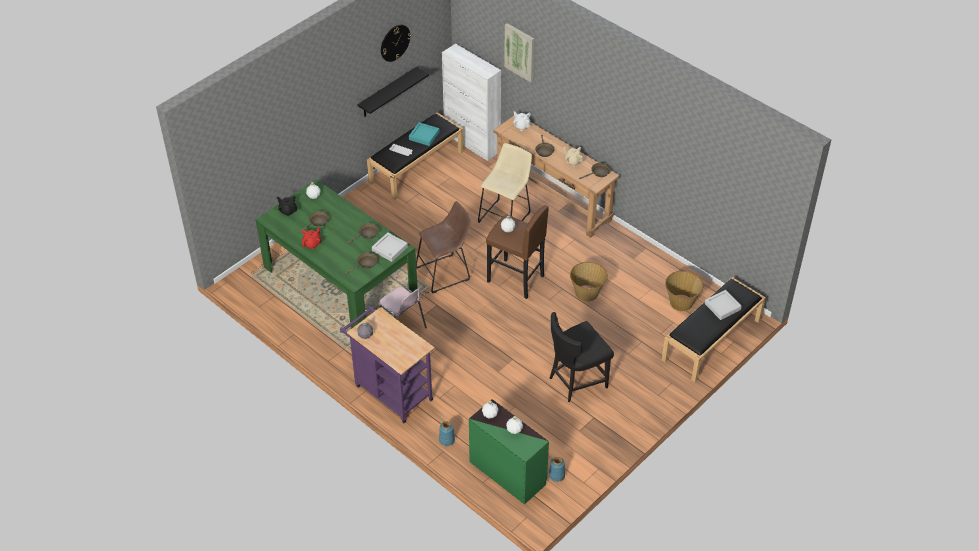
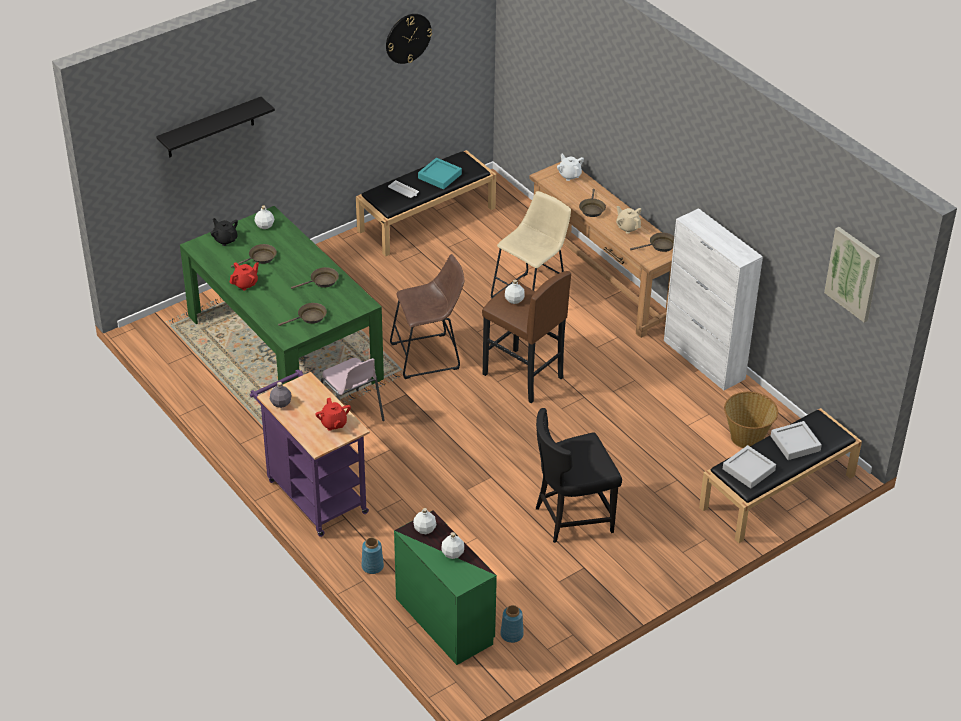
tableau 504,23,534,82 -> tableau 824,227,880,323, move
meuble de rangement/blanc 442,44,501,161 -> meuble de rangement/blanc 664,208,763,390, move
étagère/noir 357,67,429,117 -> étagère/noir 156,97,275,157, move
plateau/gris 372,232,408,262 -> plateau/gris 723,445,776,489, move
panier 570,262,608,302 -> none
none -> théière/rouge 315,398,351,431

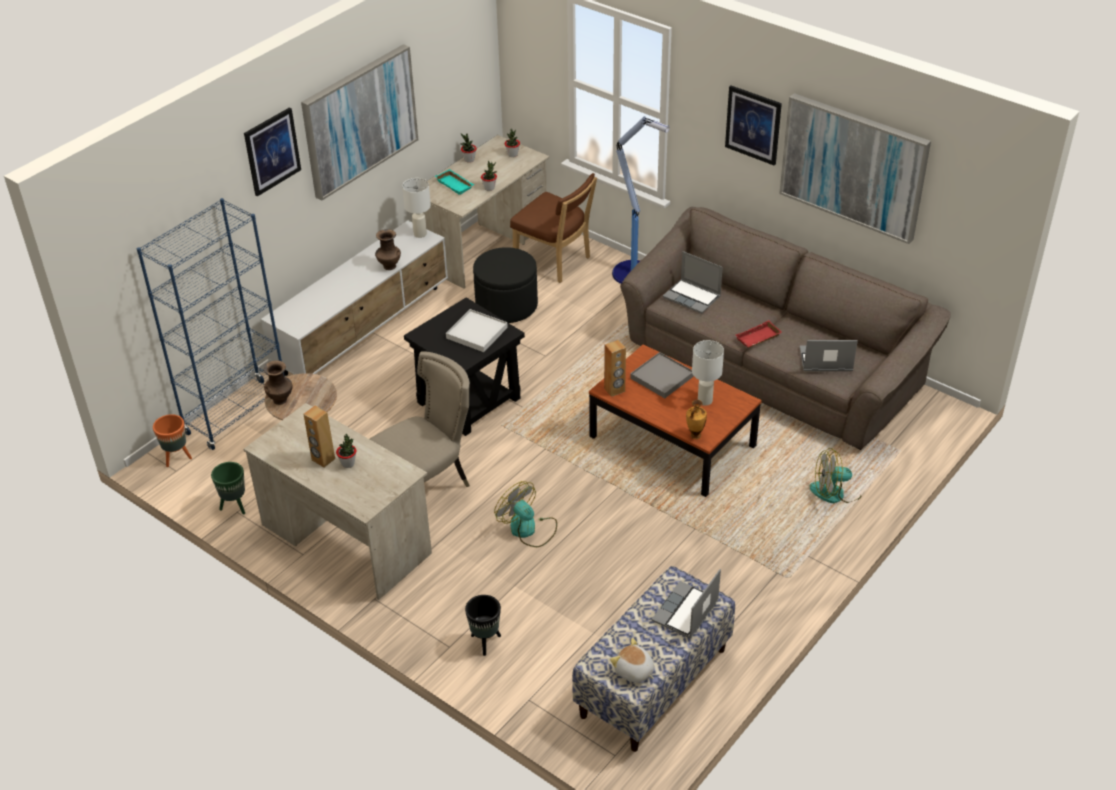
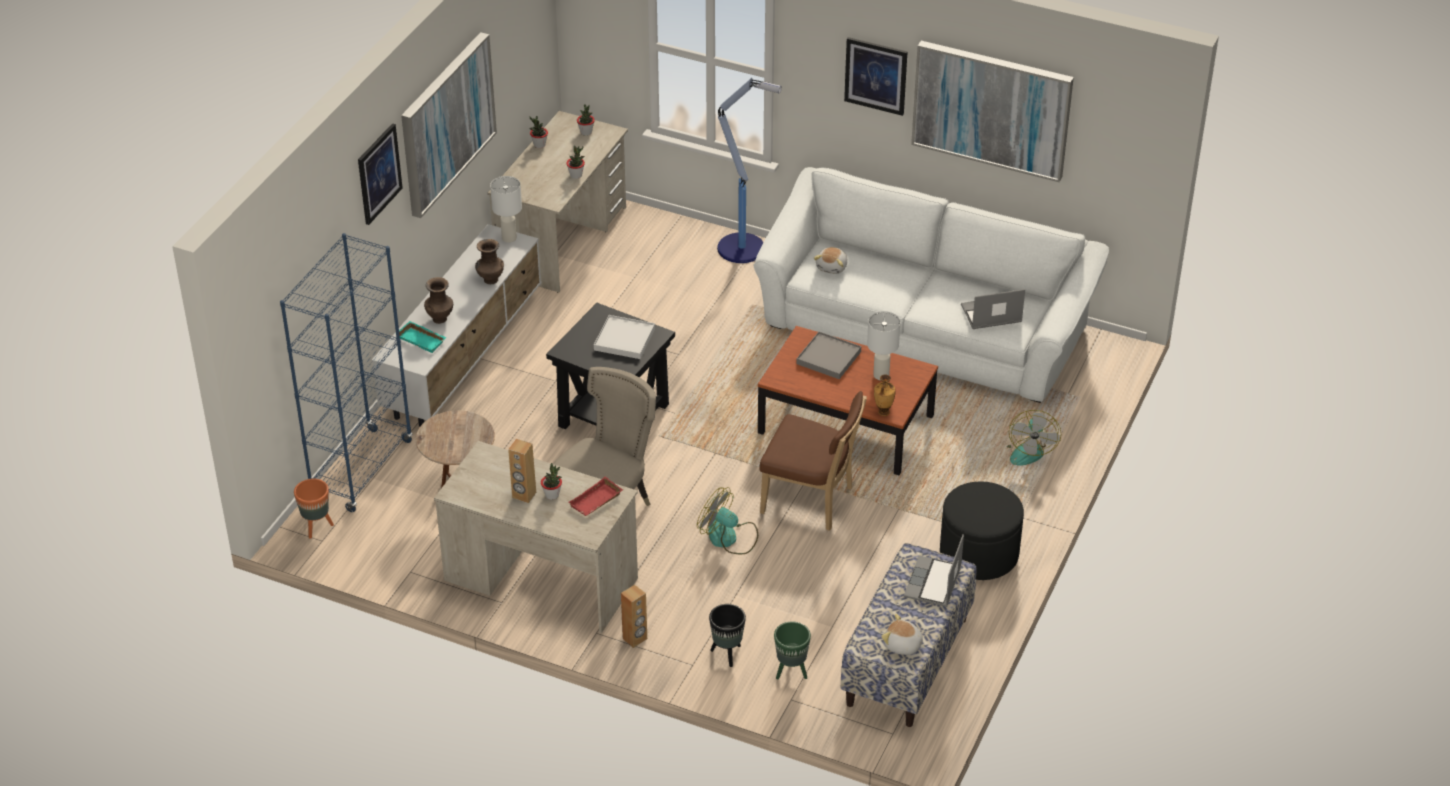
plateau/turquoise 435,169,474,195 -> plateau/turquoise 399,321,447,353, move
chaise/marron 510,173,597,283 -> chaise/marron 759,391,867,531, move
canapé/marron 620,207,951,450 -> canapé/blanc 754,167,1109,403
pouf/noir 473,247,538,323 -> pouf/noir 940,481,1024,580, move
ordinateur portable 663,251,723,314 -> peluche 814,247,848,274
plateau/rouge 736,320,782,348 -> plateau/rouge 568,477,623,516, move
enceinte/marron 604,340,626,397 -> enceinte/marron 621,584,647,648, move
vase/marron 264,361,292,405 -> vase/marron 424,277,453,324, move
ventilateur 810,448,862,503 -> ventilateur 1007,410,1061,466, 60 degrees counterclockwise
cache-pot/vert 211,462,245,514 -> cache-pot/vert 774,621,811,679, move

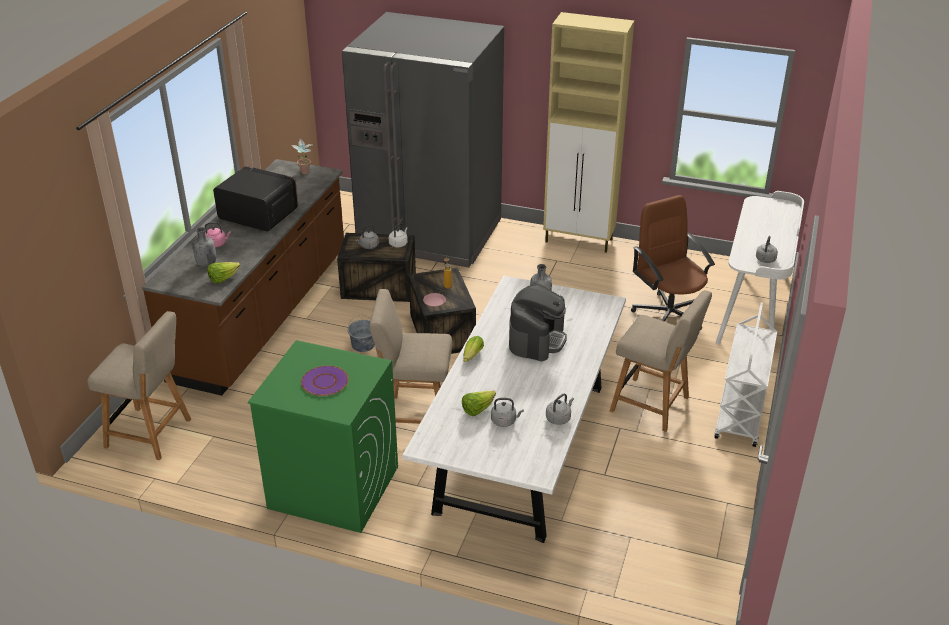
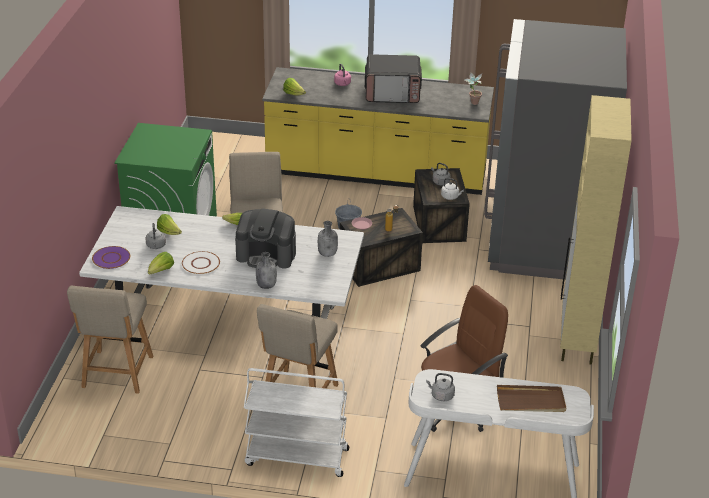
comptoir de cuisine/marron 142,159,344,396 -> comptoir de cuisine/jaune 262,67,494,195
micro-ondes 213,166,298,231 -> micro-ondes 365,54,422,103, 75 degrees clockwise
bouteille/gris 193,227,216,266 -> bouteille/gris 256,252,277,289, move
chaise/beige 87,311,191,460 -> chaise/beige 67,286,153,394, move
assiette/violet 301,366,349,396 -> assiette/violet 92,246,130,269, move
bouilloire/gris 546,394,574,425 -> laitue 148,252,174,275
none -> assiette/blanc 182,251,220,274
none -> plateau/marron 497,385,566,412

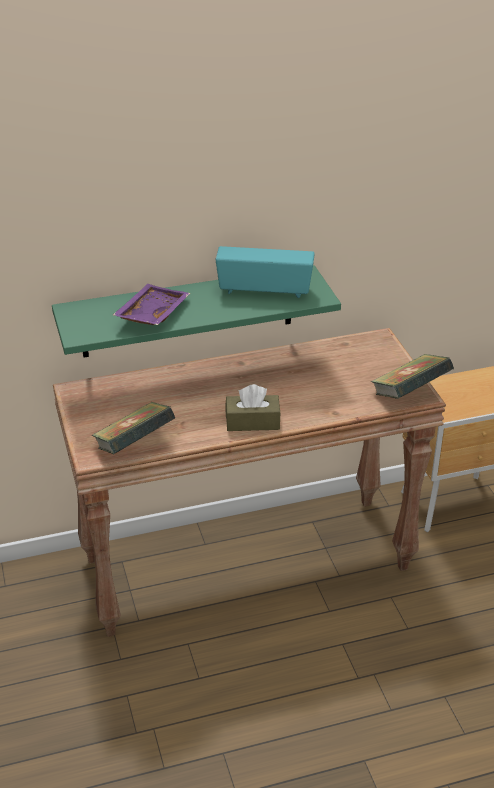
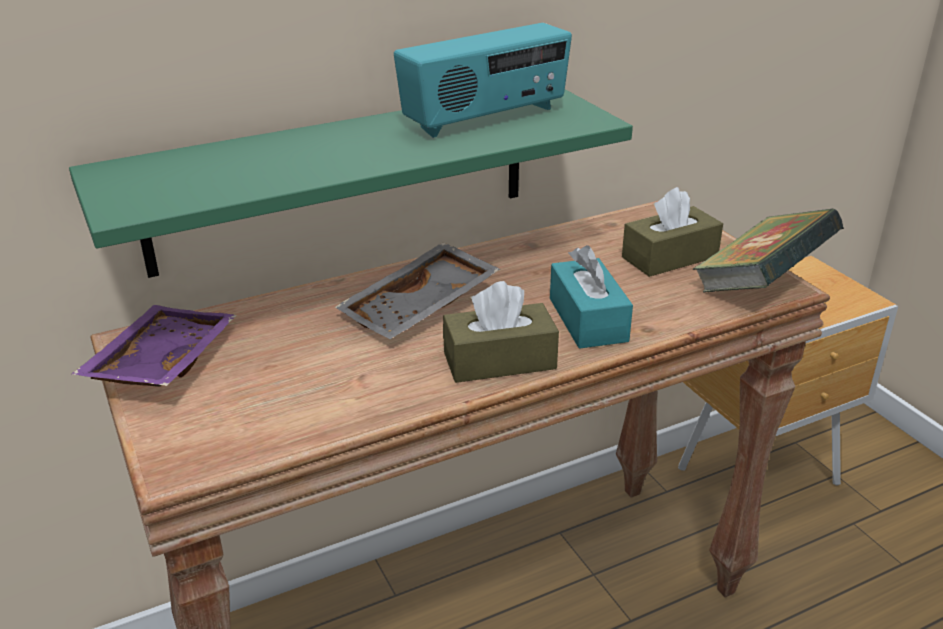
radio 215,246,315,298 -> radio 394,23,572,138, 150 degrees clockwise
plateau/violet 113,284,190,325 -> plateau/violet 71,305,237,387, move
livre 92,402,176,455 -> none
none -> boîte à mouchoirs/marron 622,187,723,277
none -> plateau/gris 335,242,500,339
none -> boîte à mouchoirs/turquoise 550,245,633,349

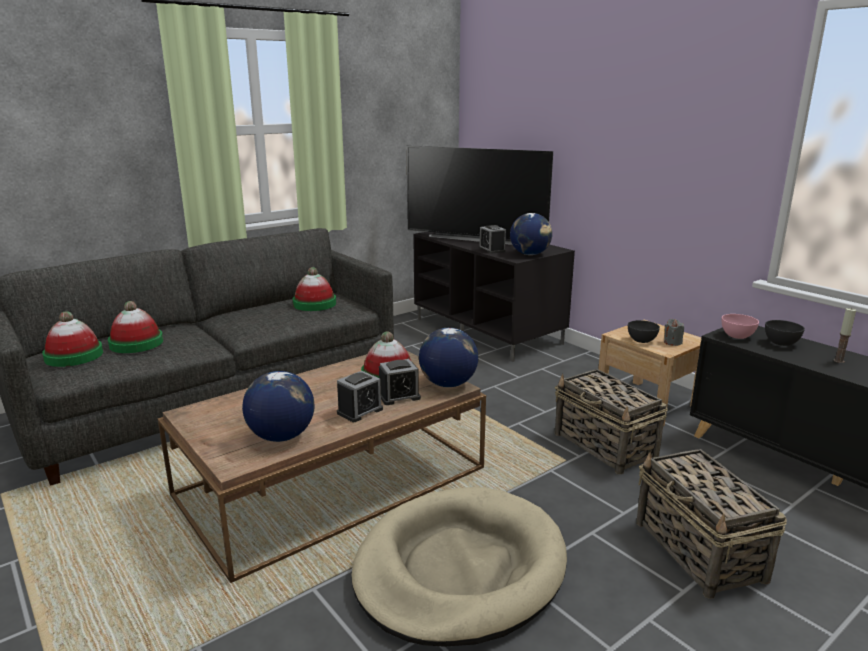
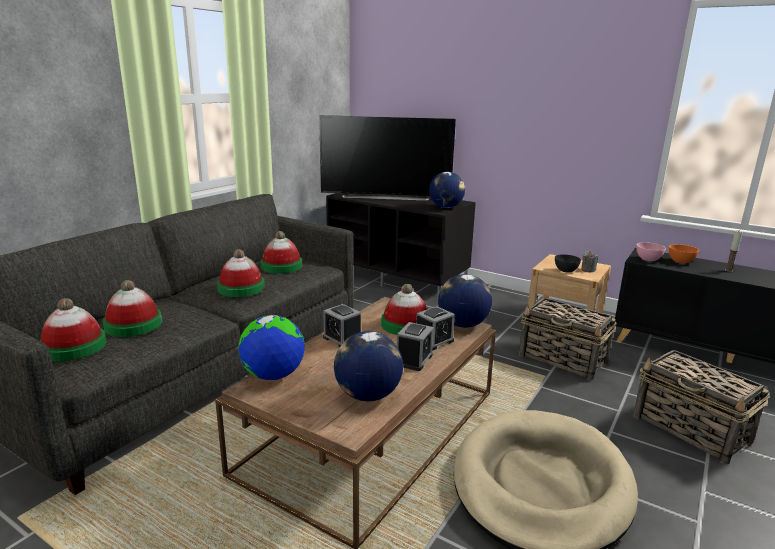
réveil 479,225,506,254 -> réveil 323,304,361,347, move
bol/gris 765,320,805,346 -> bol/orange 669,244,699,263
none -> chapeau 217,249,265,297
none -> globe 239,315,305,380

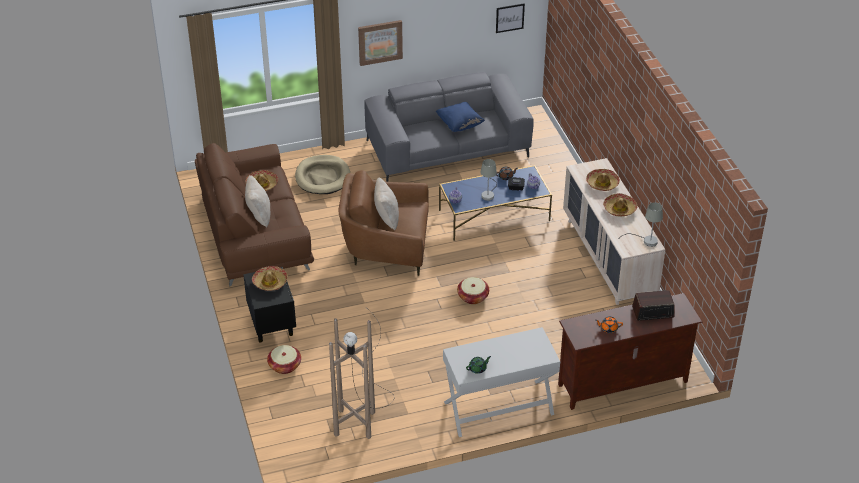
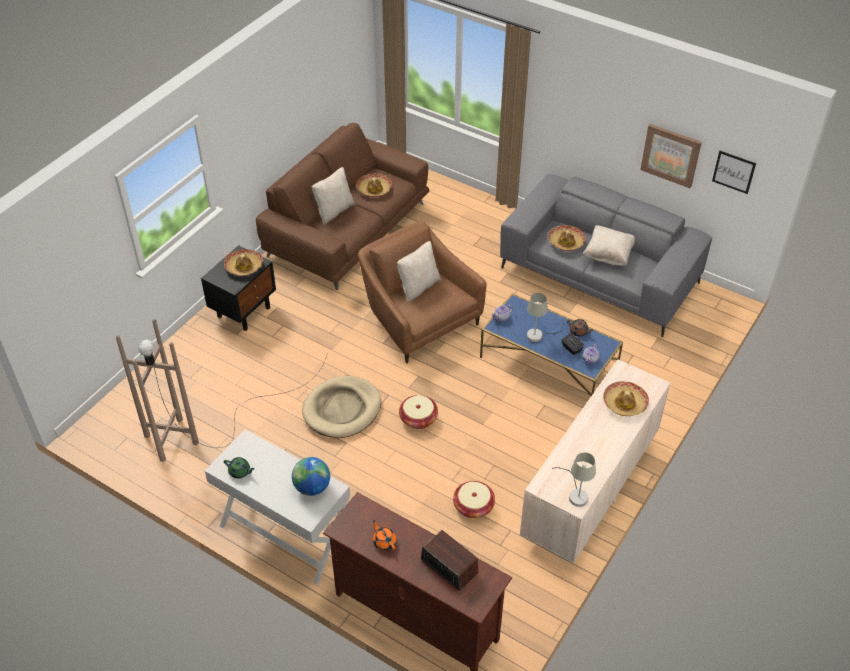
tableau 358,20,403,66 -> tableau 640,124,702,188, move
coussin/bleu 436,102,485,132 -> coussin/beige 582,225,635,266
panier pour chien/beige 295,155,350,194 -> panier pour chien/beige 302,376,381,438, move
chapeau 603,193,638,216 -> chapeau 548,225,586,251, move
panier 267,345,301,374 -> panier 453,481,495,518, move
none -> globe 292,457,330,496

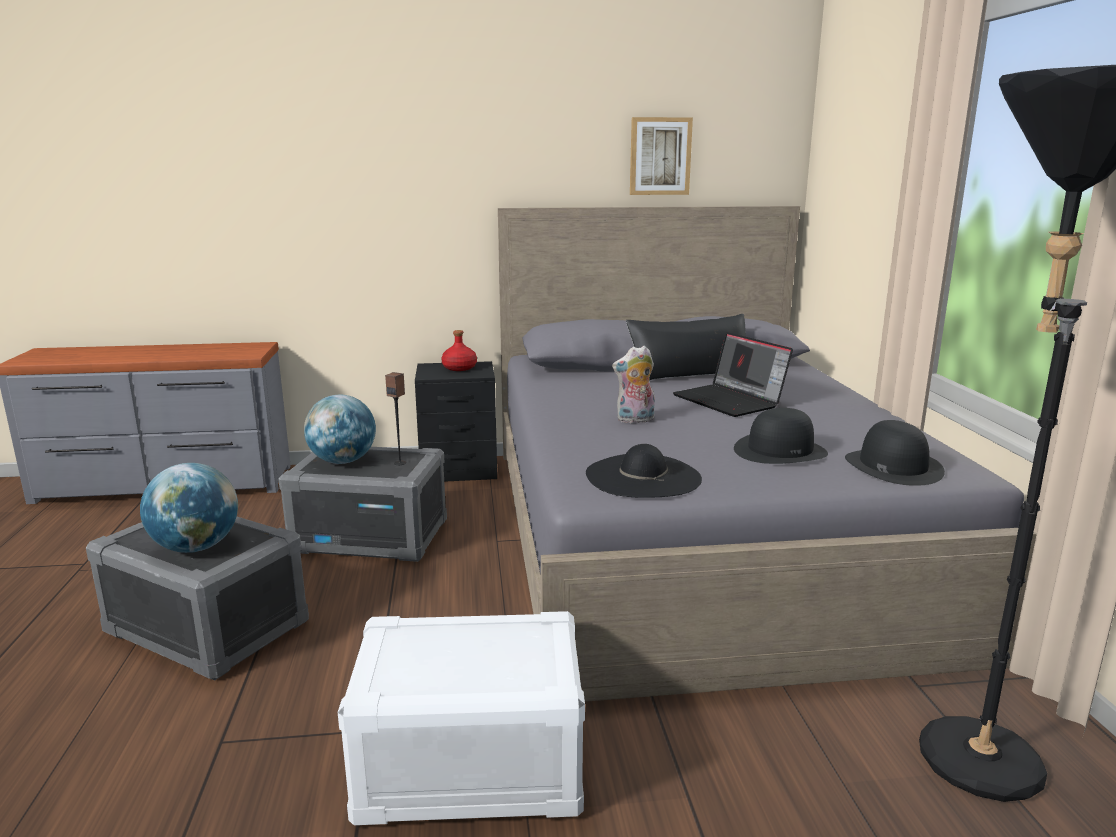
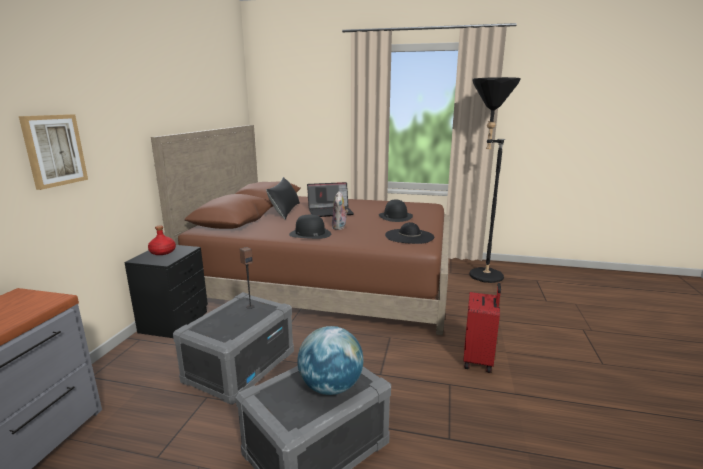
tableau 630,117,693,195 -> tableau 19,114,88,190, move
lit/gris 498,206,1037,702 -> lit/marron 151,125,449,335
globe 304,394,376,464 -> none
chapeau/noir 845,420,945,486 -> chapeau/noir 289,215,331,239, move
boîte de rangement/blanc 338,611,585,825 -> valise/rouge 463,283,501,373

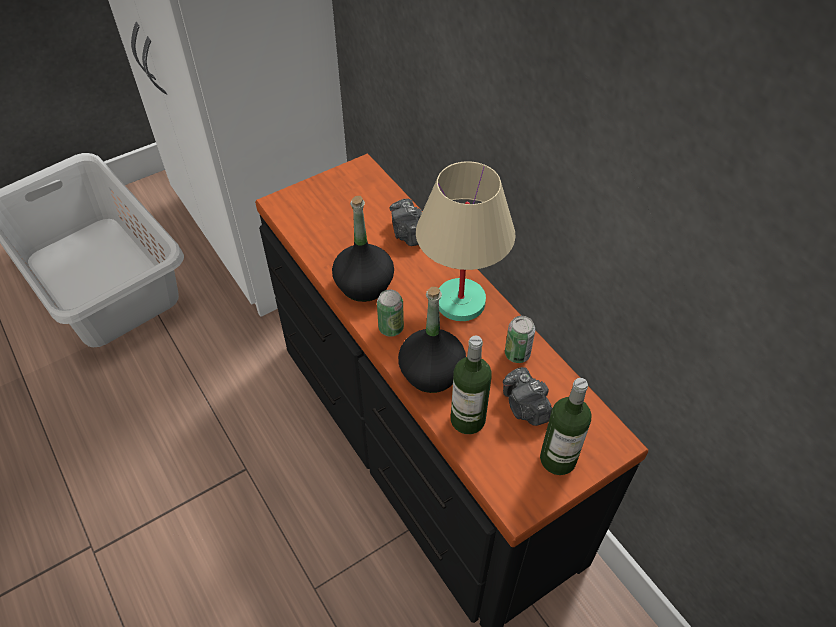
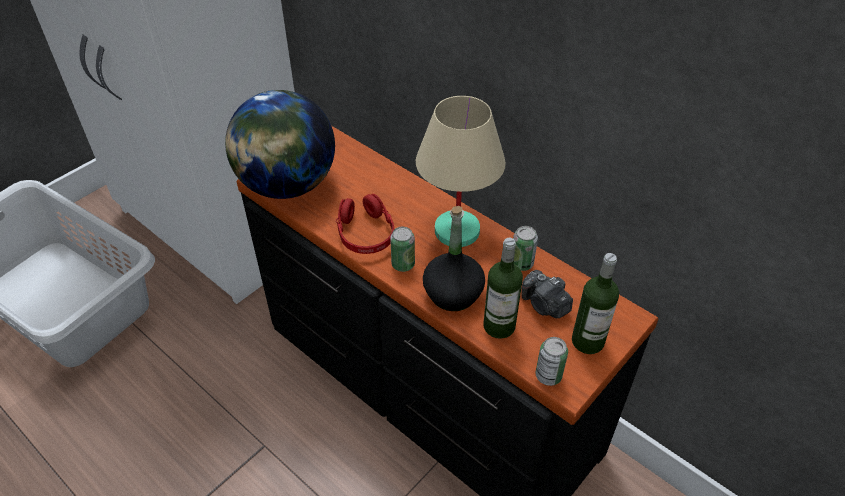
bouteille/noir 332,196,394,302 -> casque audio/rouge 336,194,394,254
appareil photo 389,198,422,246 -> none
none -> globe 225,90,335,199
none -> boîte métallique 535,337,568,386

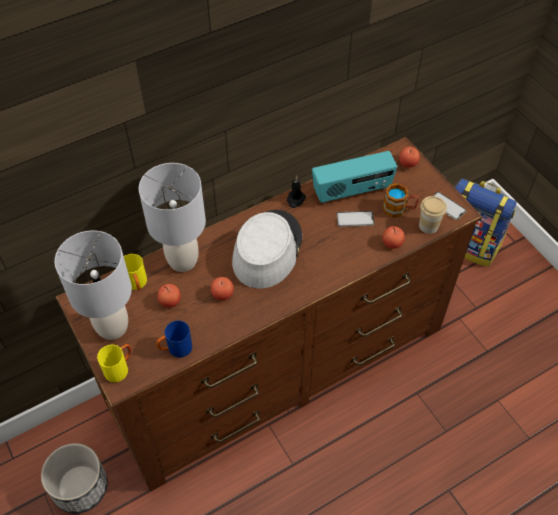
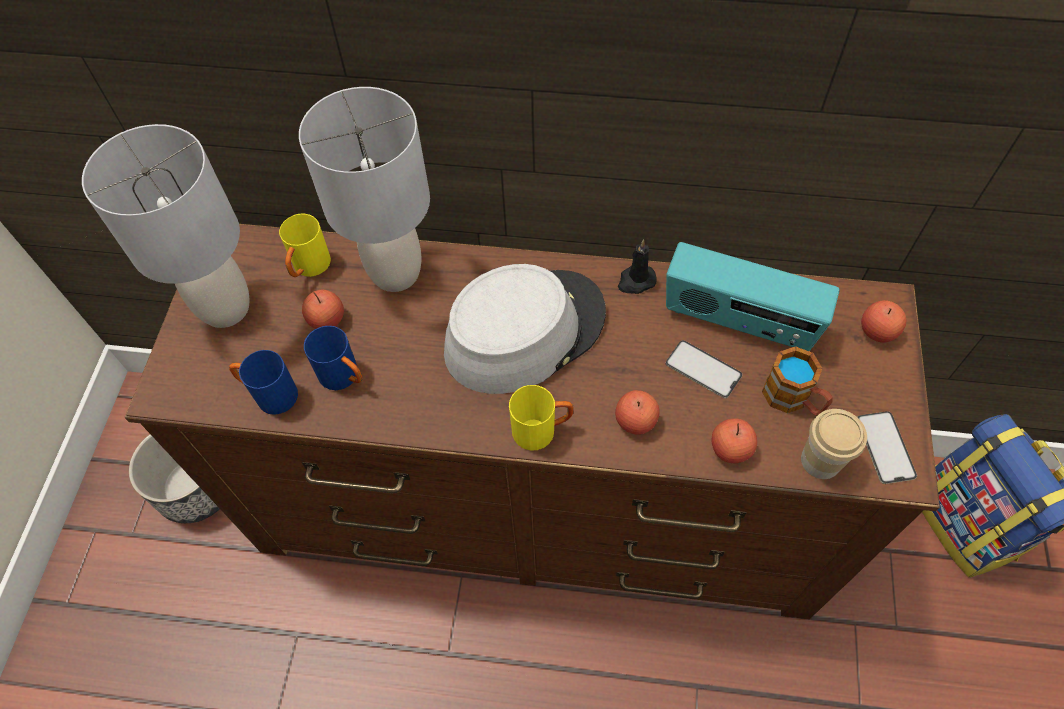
pomme 211,277,234,300 -> pomme 615,390,660,435, move
mug/jaune 97,344,131,382 -> mug/jaune 509,385,574,450, move
none -> mug/bleu 304,326,363,390

